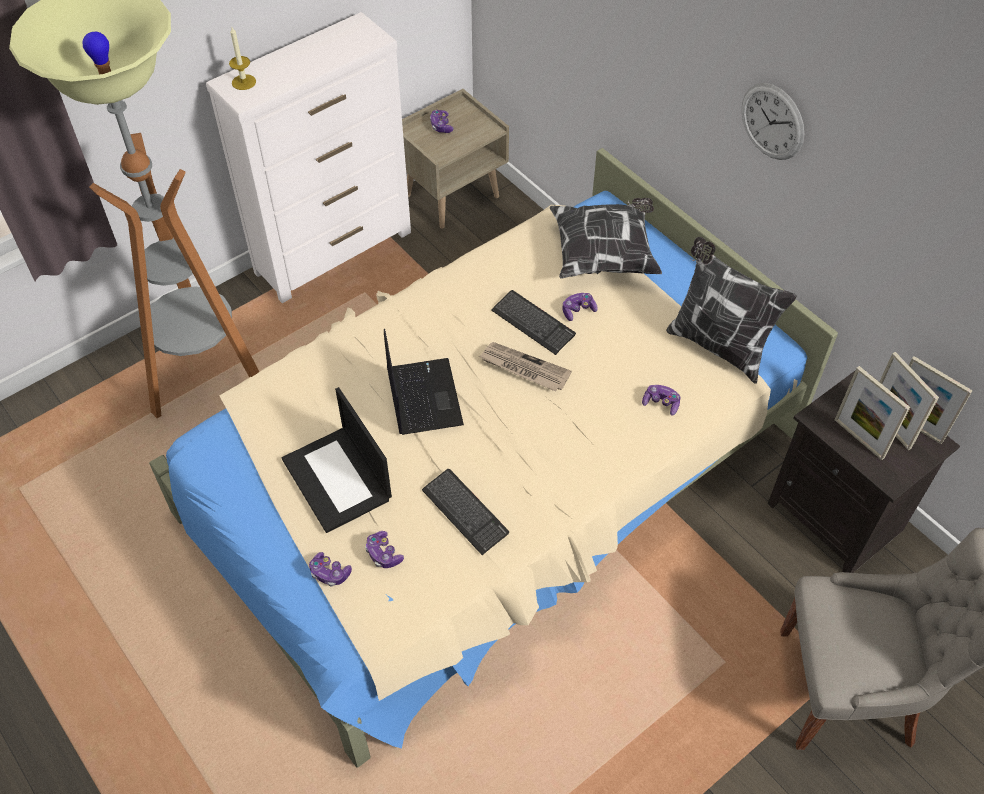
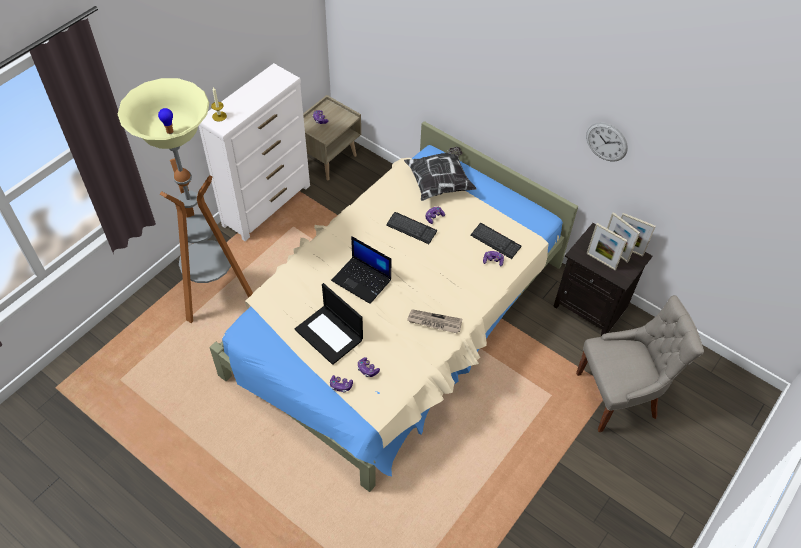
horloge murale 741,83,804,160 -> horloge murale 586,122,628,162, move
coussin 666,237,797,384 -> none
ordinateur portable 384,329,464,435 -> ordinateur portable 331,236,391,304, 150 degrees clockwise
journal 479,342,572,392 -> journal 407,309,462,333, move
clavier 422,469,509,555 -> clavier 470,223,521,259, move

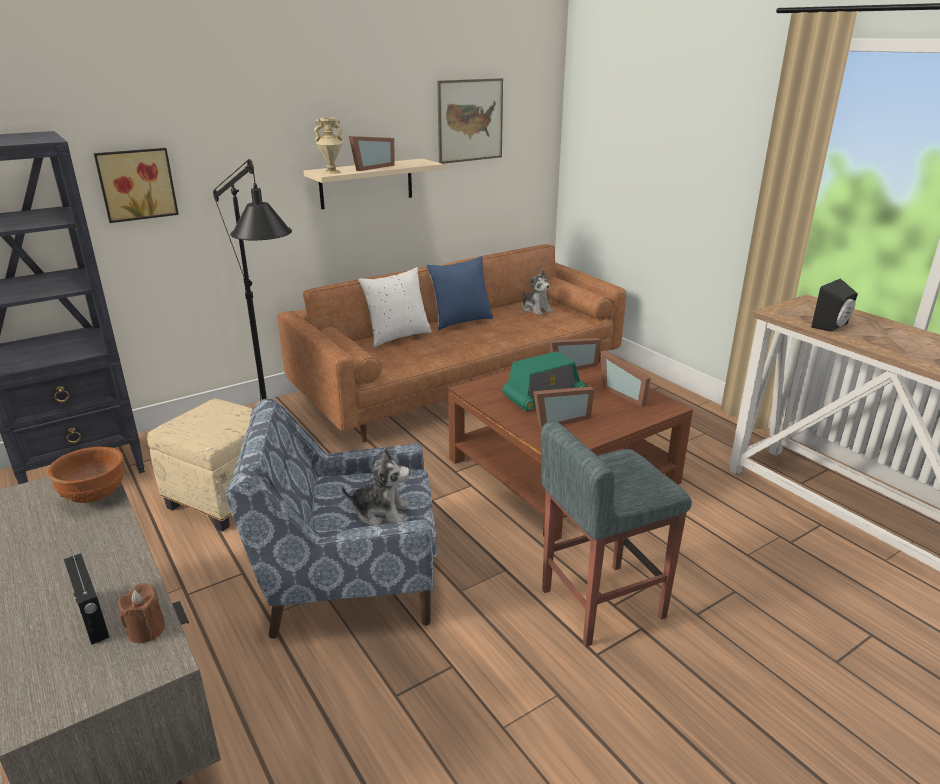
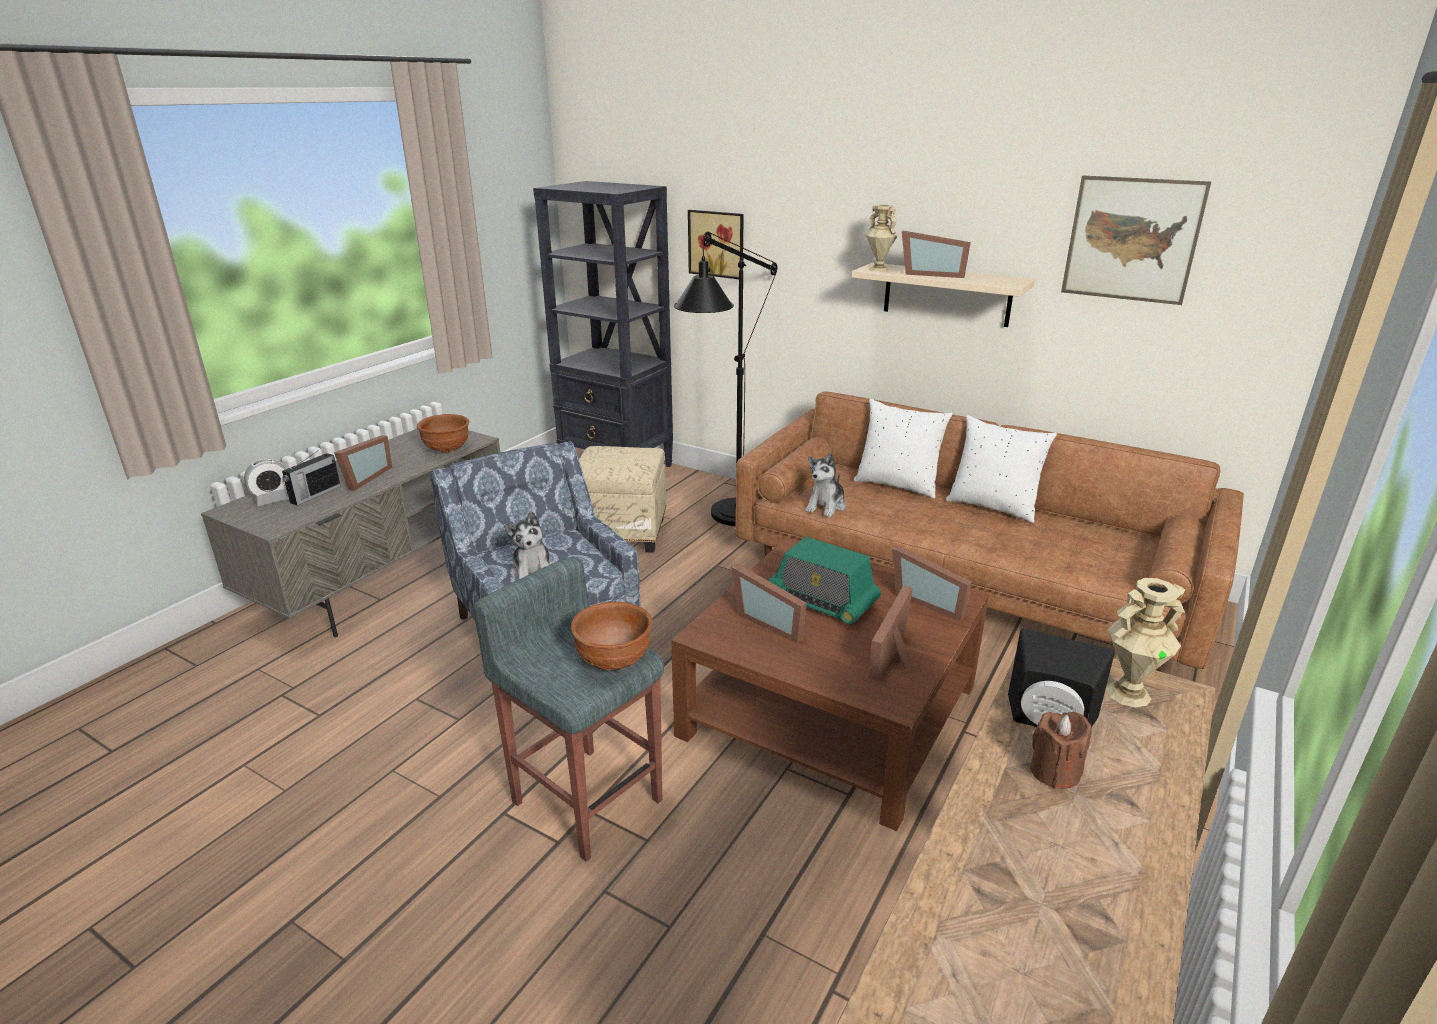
coussin/bleu 426,256,493,330 -> coussin/blanc 946,415,1057,523
peluche 522,270,553,316 -> peluche 805,453,846,517, move
bougie/marron 118,583,165,643 -> bougie/marron 1030,712,1092,789, move
none -> cadre photo 334,435,392,491
none -> réveil 244,459,289,506
none -> vase/beige 1106,578,1185,707
none -> bol/marron 571,602,653,670

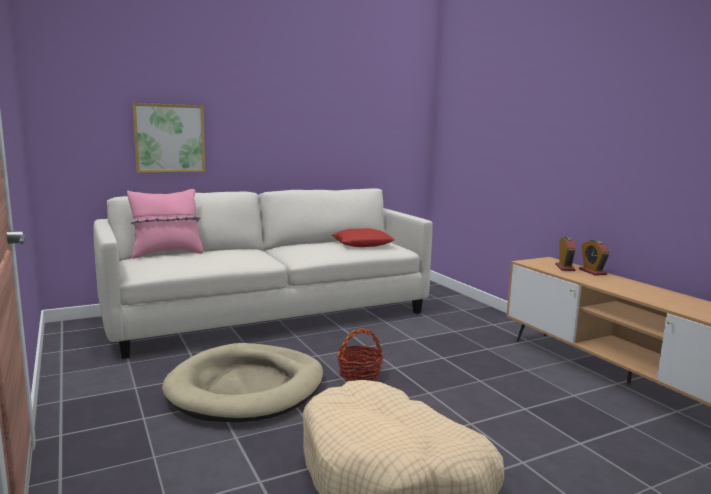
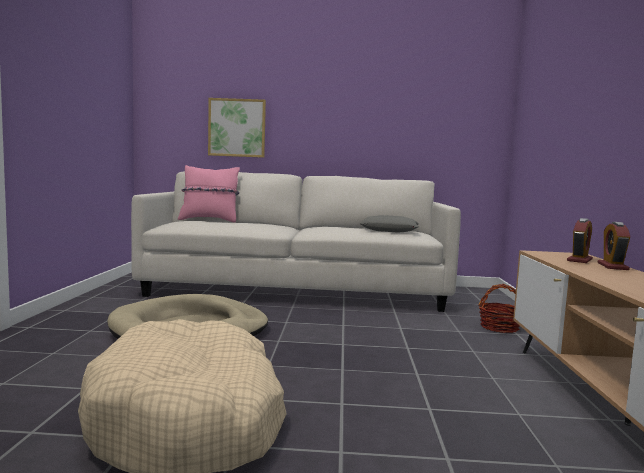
coussin/rouge 332,228,395,247 -> coussin/gris 360,215,419,233
panier 337,328,384,381 -> panier 478,284,520,333, move

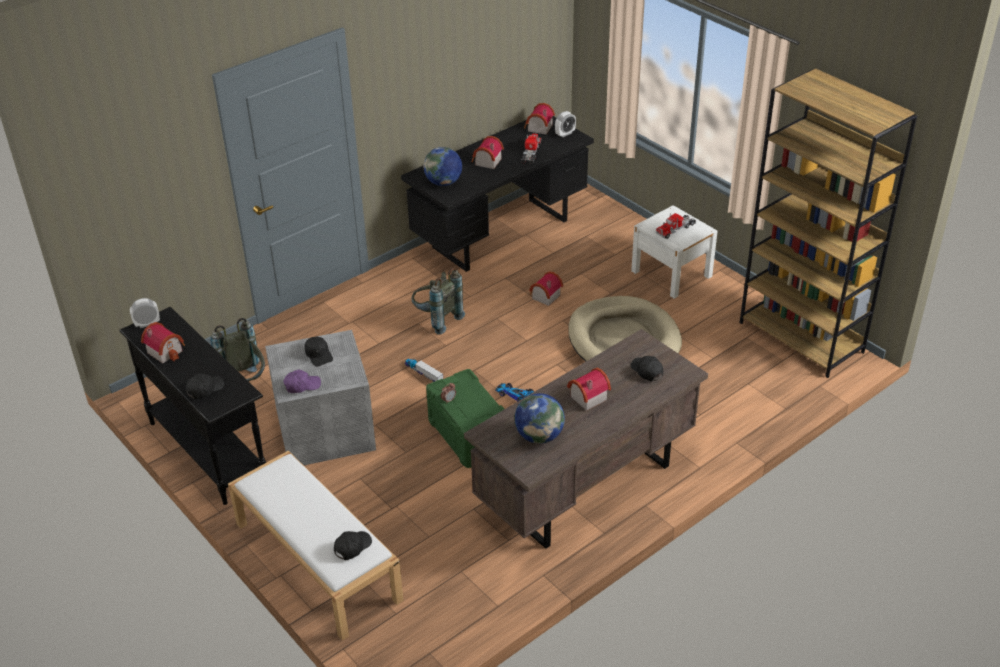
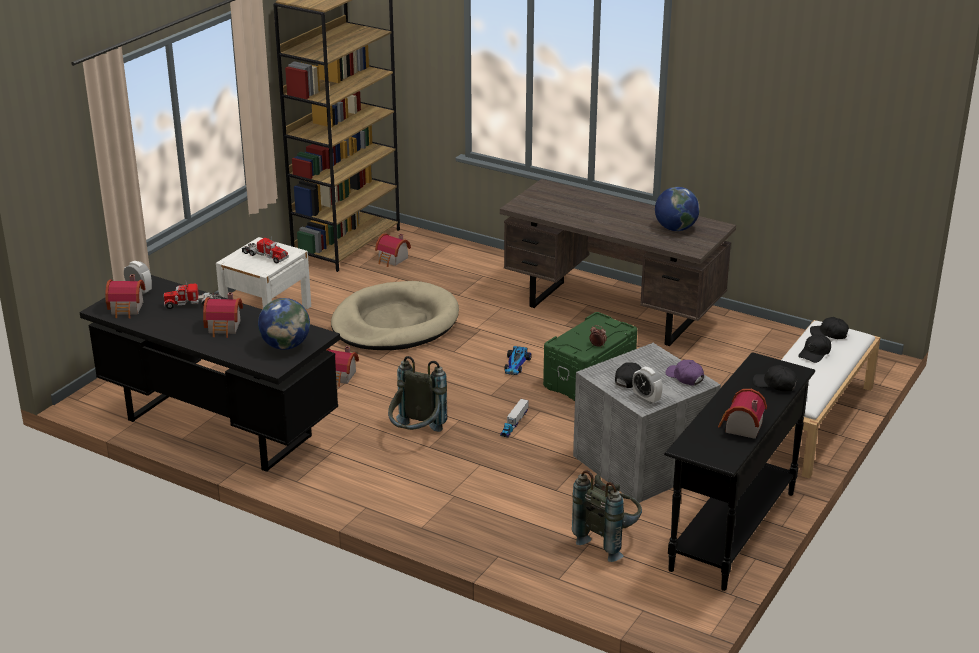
réveil 130,298,160,328 -> réveil 633,367,663,404, move
casquette/noir 630,356,663,381 -> casquette/noir 798,334,831,363, move
maison miniature 567,368,611,411 -> maison miniature 375,234,411,267, move

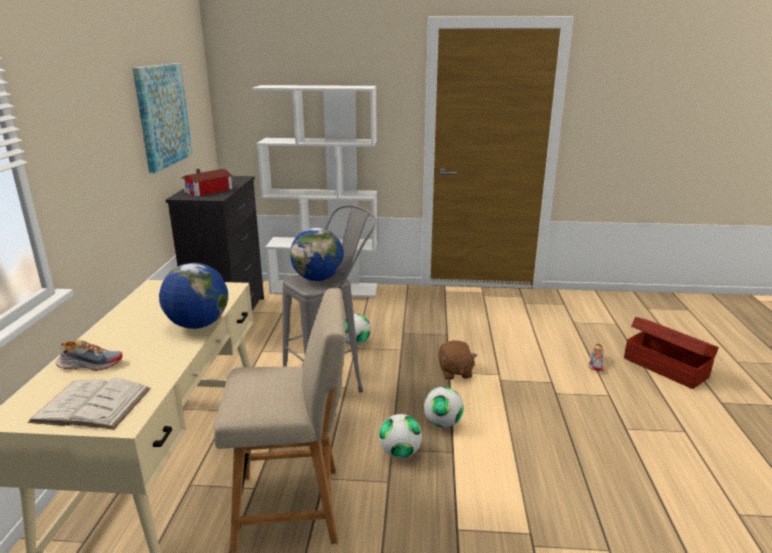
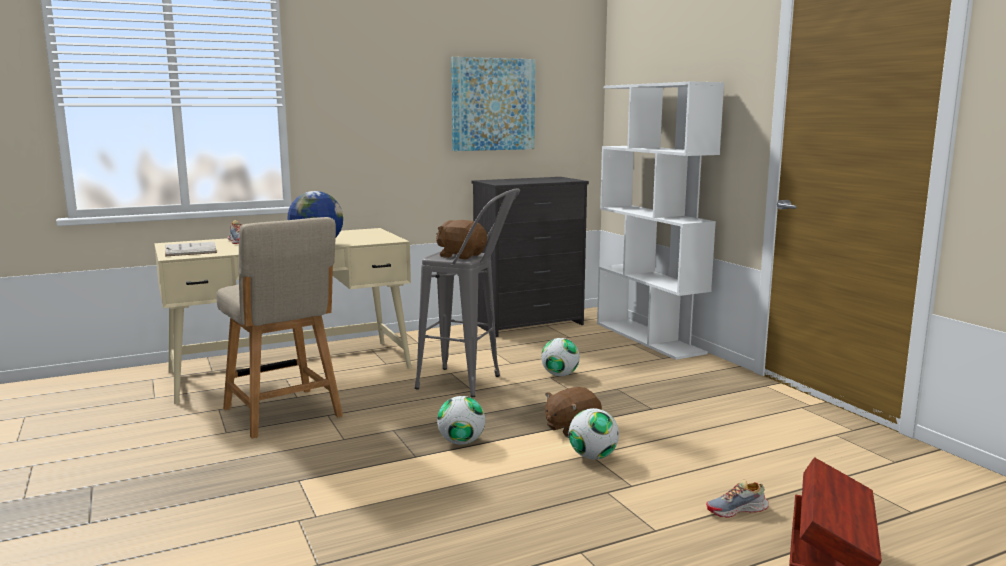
maison miniature 182,168,233,196 -> none
globe 290,228,344,281 -> peluche/marron 436,220,487,260
ballon de foot 379,414,422,459 -> ballon de foot 569,408,619,459, move

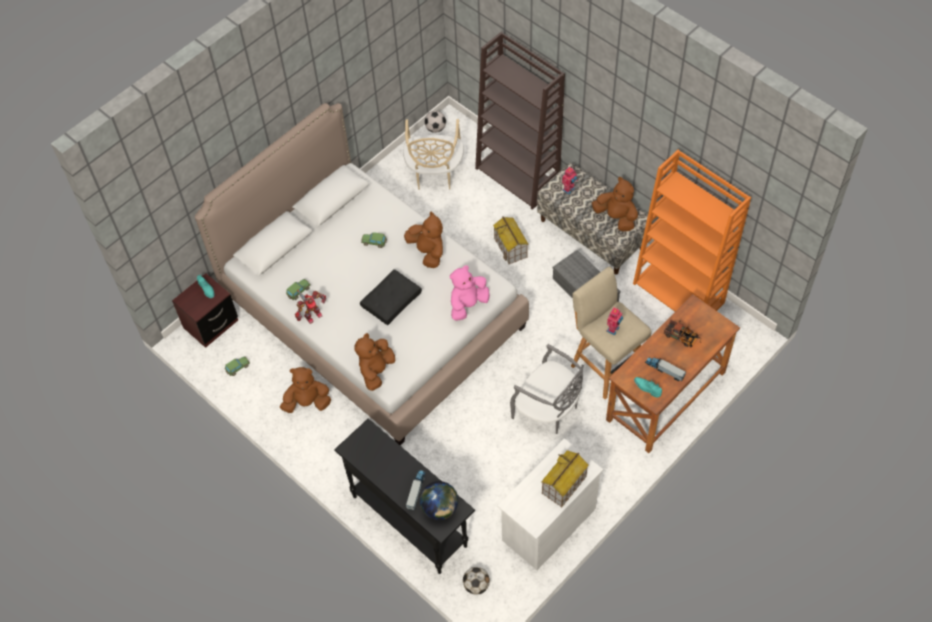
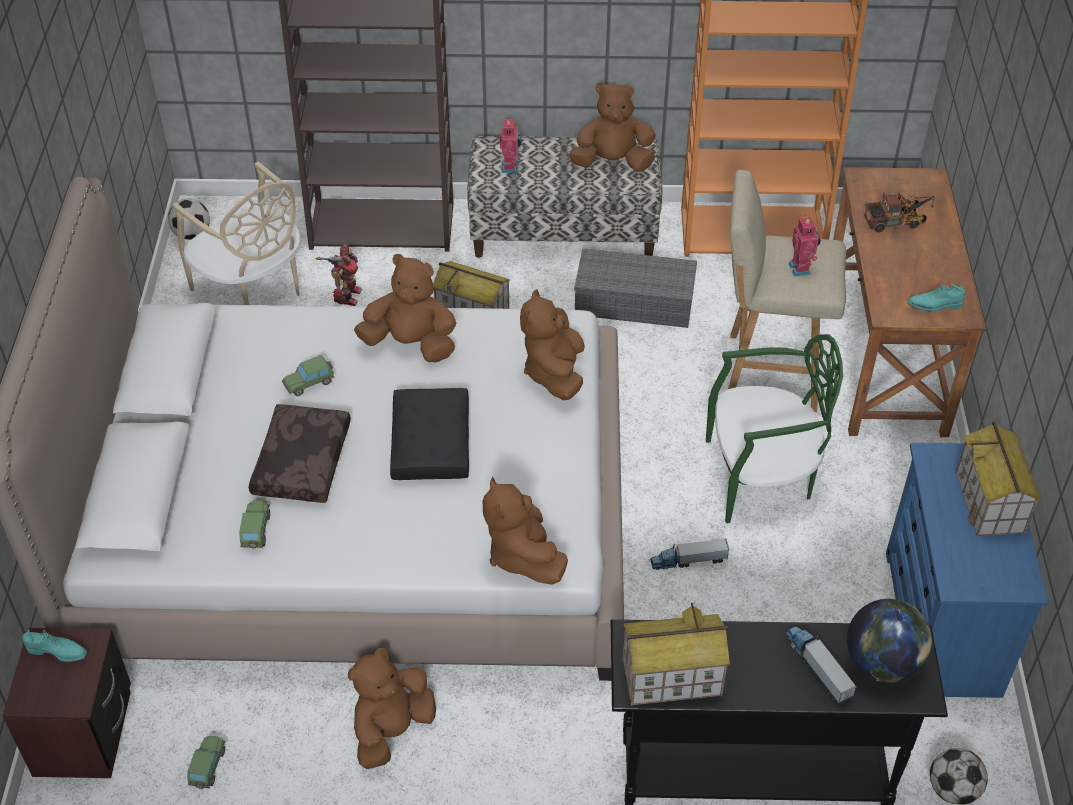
peluche/rose 450,265,490,321 -> peluche/marron 520,289,585,401
robot jouet 295,290,326,324 -> robot jouet 316,245,362,306, move
chaise/gris 510,344,584,434 -> chaise/vert 706,334,843,523
camion jouet 645,358,686,382 -> camion jouet 650,538,730,570, move
commode/blanc 497,438,603,570 -> commode/bleu 886,443,1048,698
none -> coussin/marron 249,404,351,503
none -> maison miniature 622,603,730,706

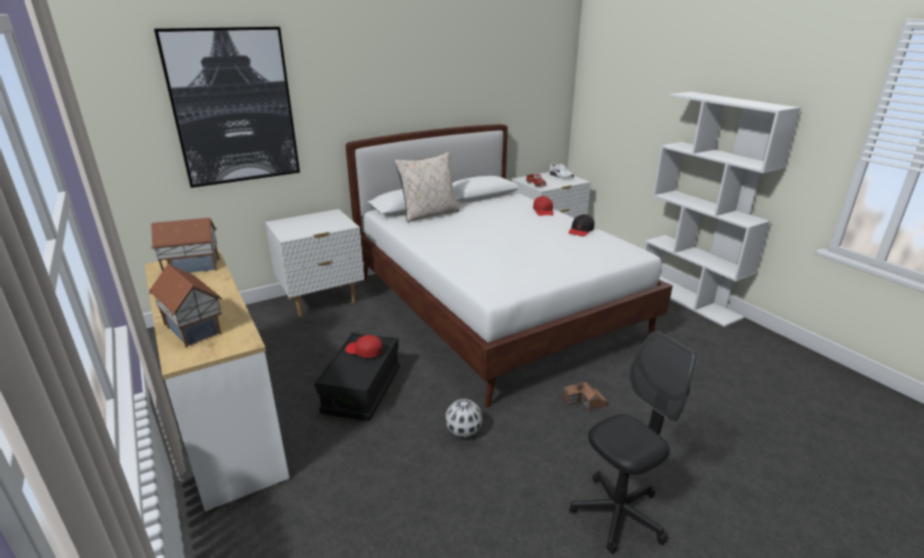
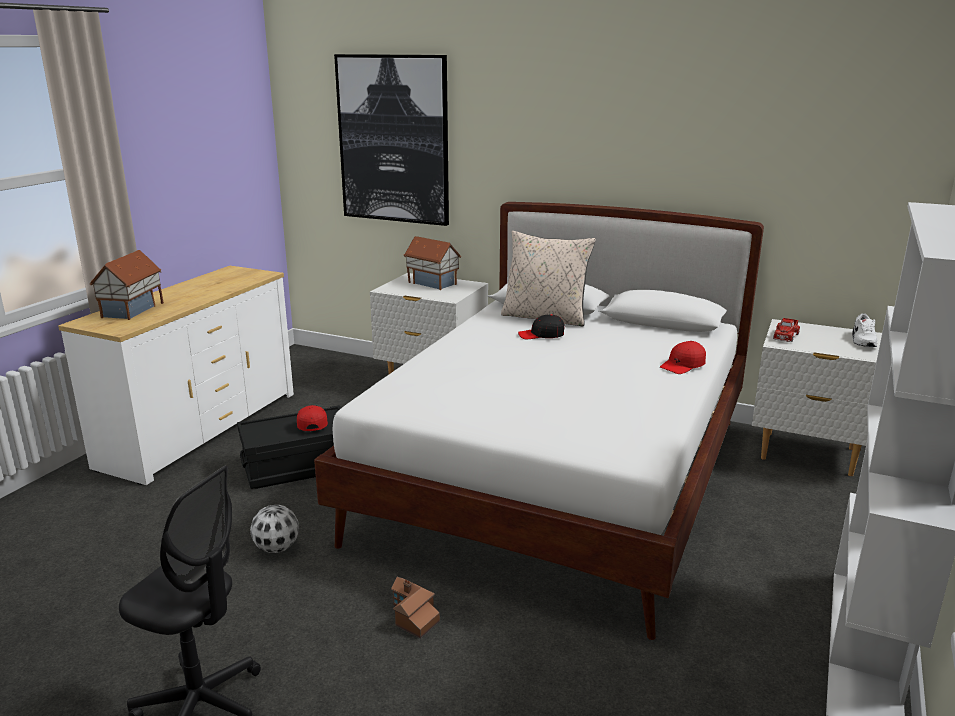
casquette/noir 569,214,595,237 -> casquette/noir 518,314,565,339, move
maison miniature 151,218,220,273 -> maison miniature 404,236,461,290, move

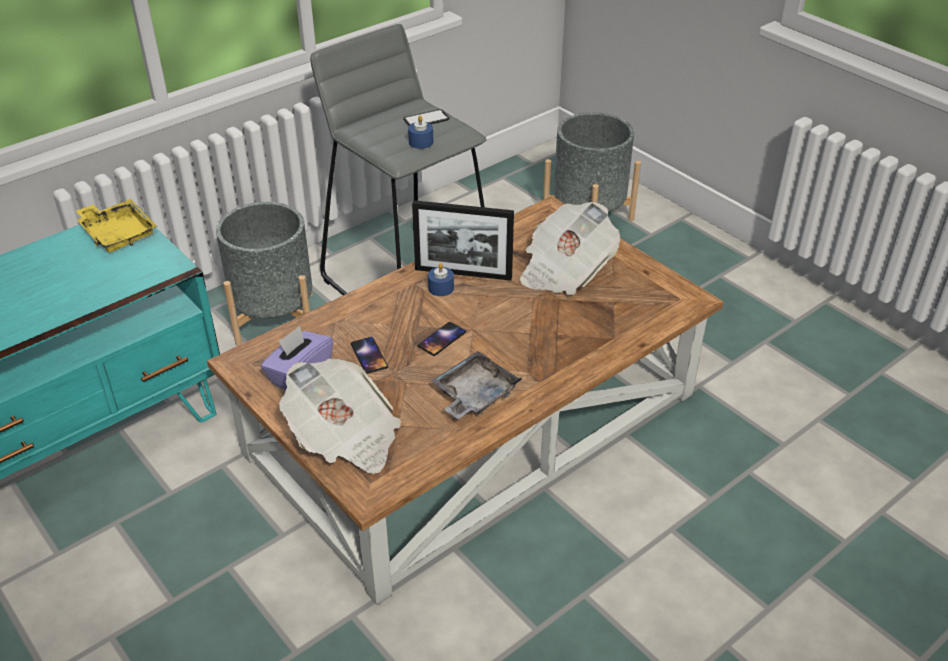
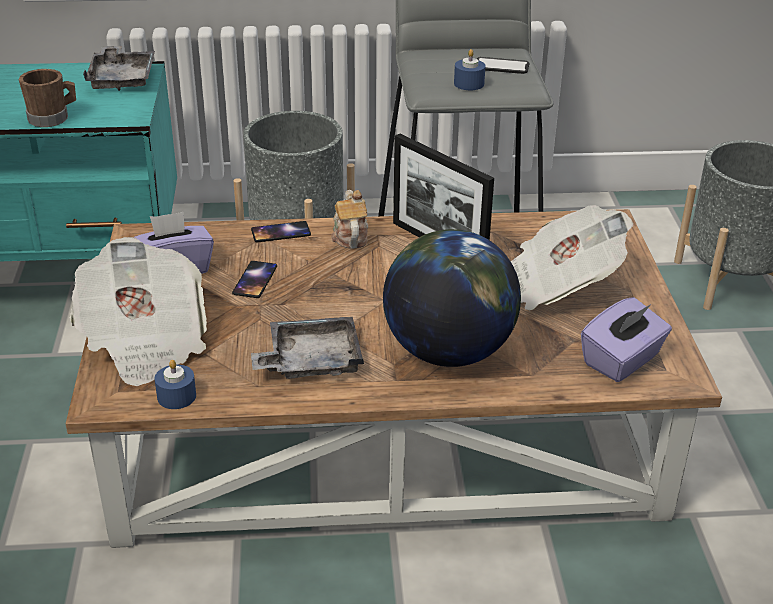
plateau/jaune 76,199,158,253 -> plateau/gris 83,46,155,91
bougie/bleu 428,263,454,296 -> bougie/bleu 155,360,196,409, move
téléphone 418,322,466,356 -> téléphone 251,221,311,243, move
none -> mug/marron 19,69,76,127
none -> théière 331,190,368,249
none -> globe 383,229,521,367
none -> boîte à mouchoirs/violet 581,297,672,382

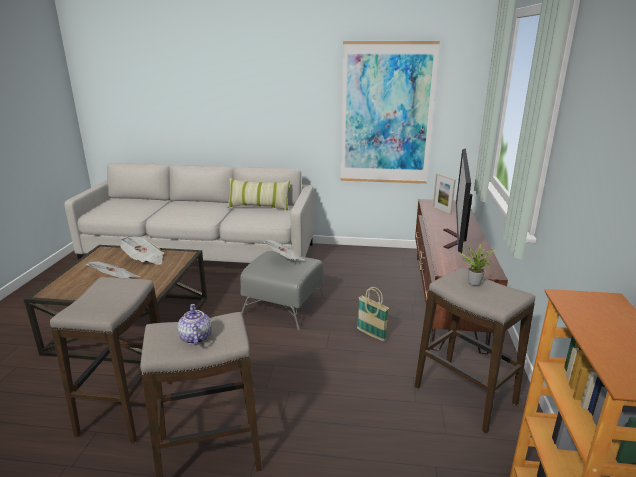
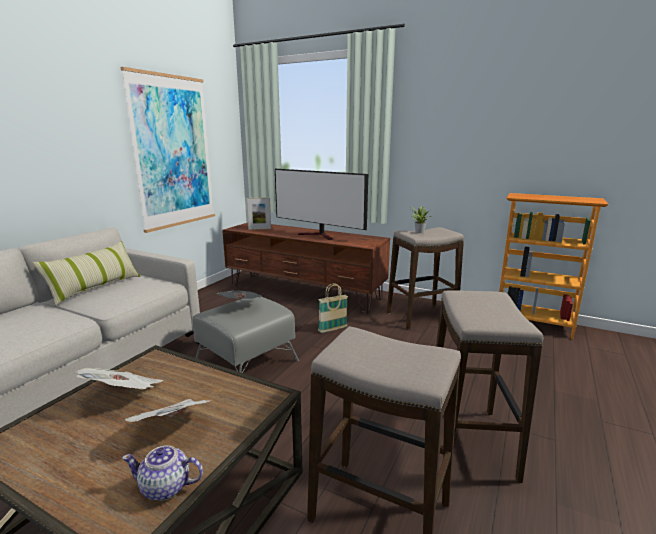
théière 177,304,212,345 -> théière 122,445,203,501, move

